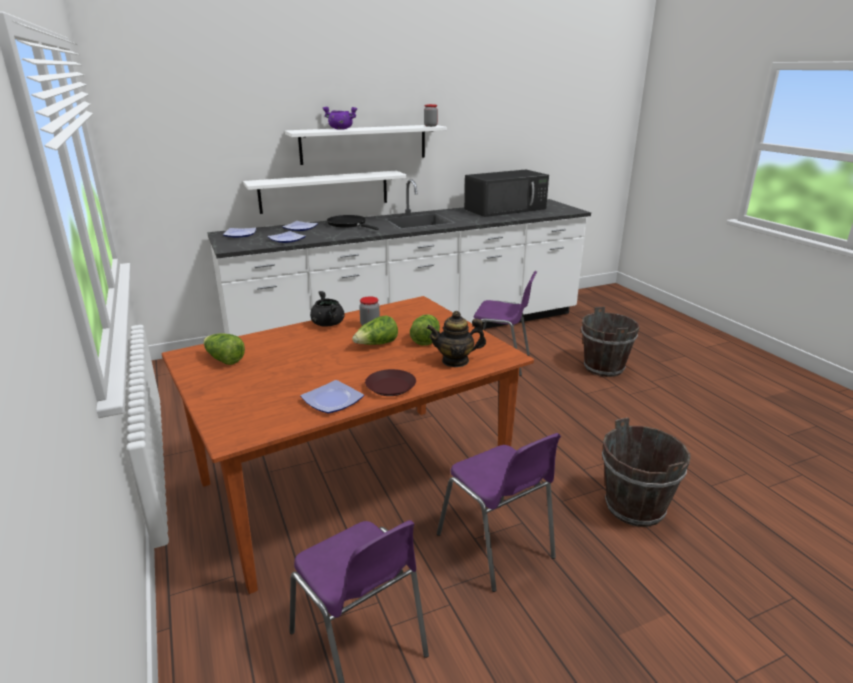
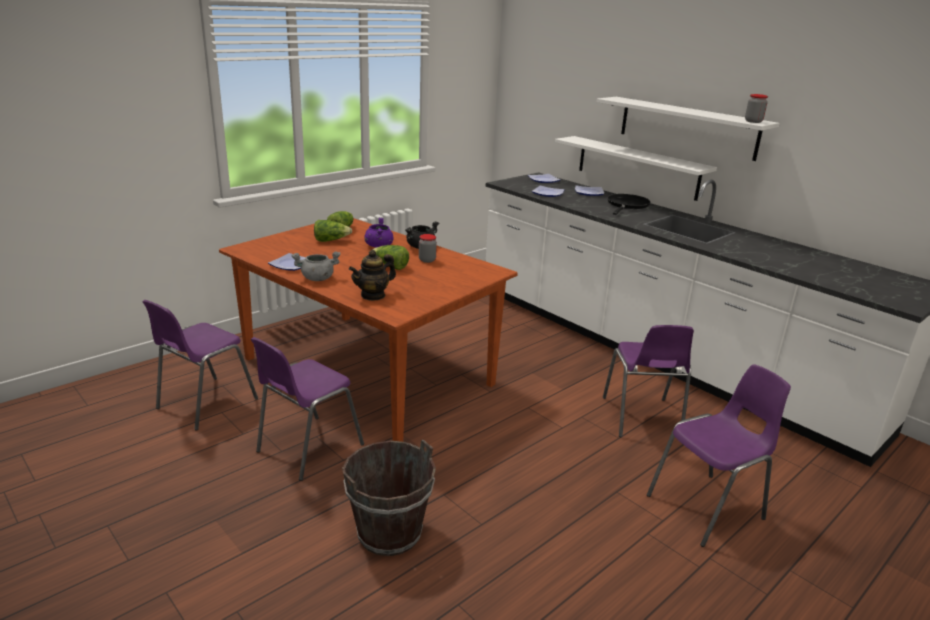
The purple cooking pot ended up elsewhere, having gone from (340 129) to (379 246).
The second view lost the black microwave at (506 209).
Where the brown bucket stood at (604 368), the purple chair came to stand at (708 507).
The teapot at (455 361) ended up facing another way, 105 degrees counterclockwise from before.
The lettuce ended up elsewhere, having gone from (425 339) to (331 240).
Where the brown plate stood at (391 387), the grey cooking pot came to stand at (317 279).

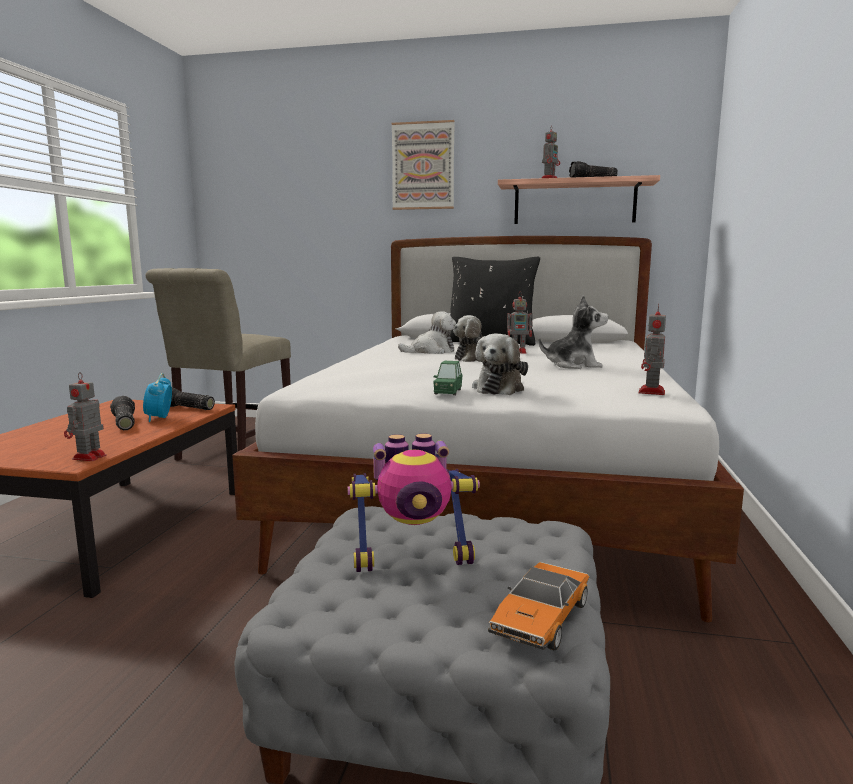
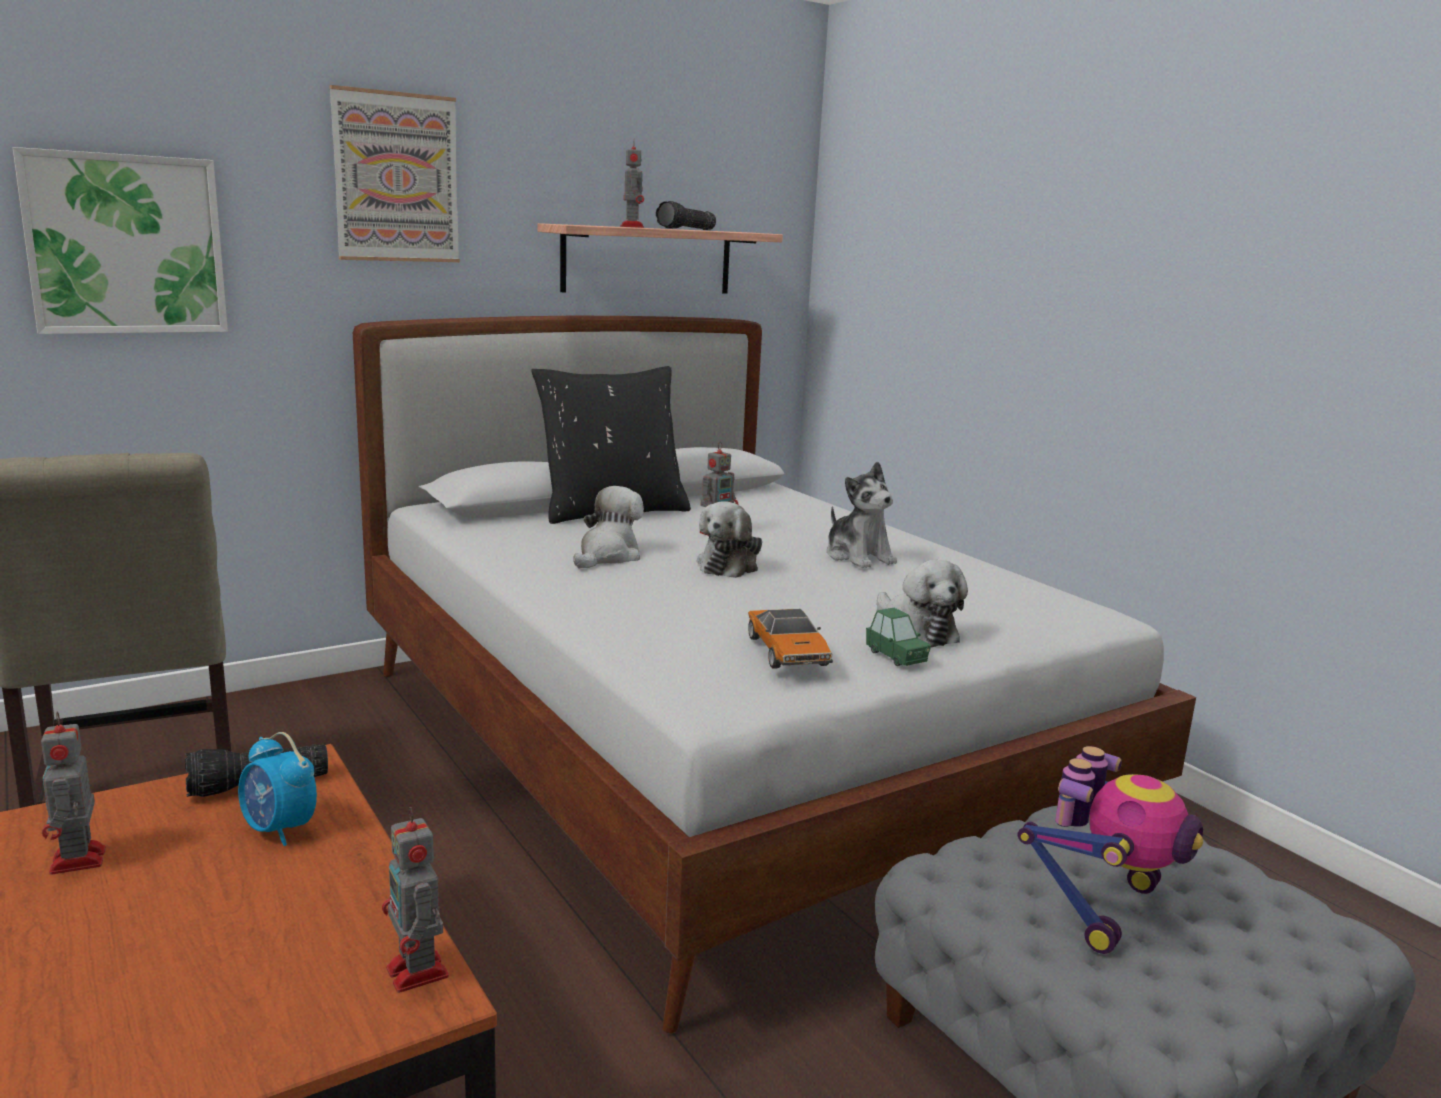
The plush toy at (573 365) ended up facing another way, 105 degrees clockwise from before.
The toy robot ended up elsewhere, having gone from (651 392) to (77 862).
The second view lost the flashlight at (123 423).
The toy car ended up elsewhere, having gone from (540 619) to (787 652).
The second view gained the picture at (126 244).

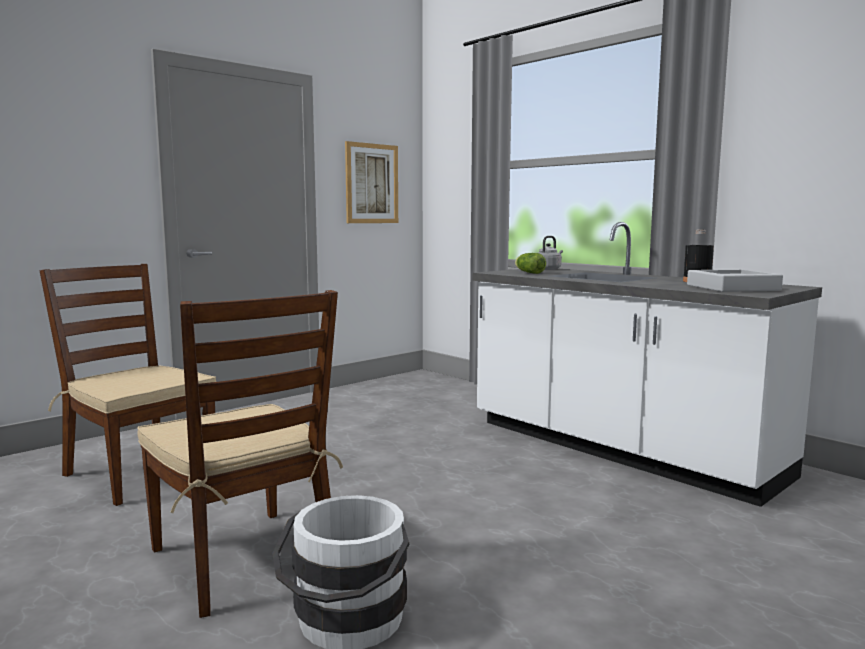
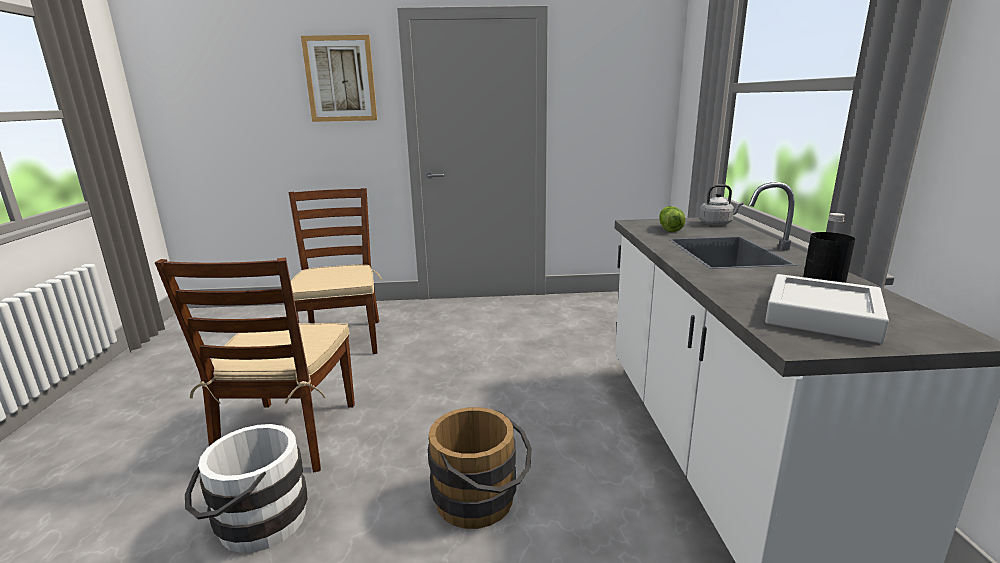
The picture ended up elsewhere, having gone from (371 183) to (340 79).
The second view gained the brown bucket at (482 501).

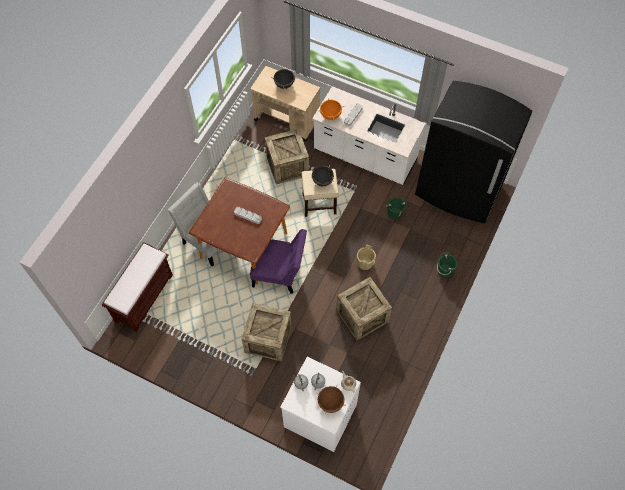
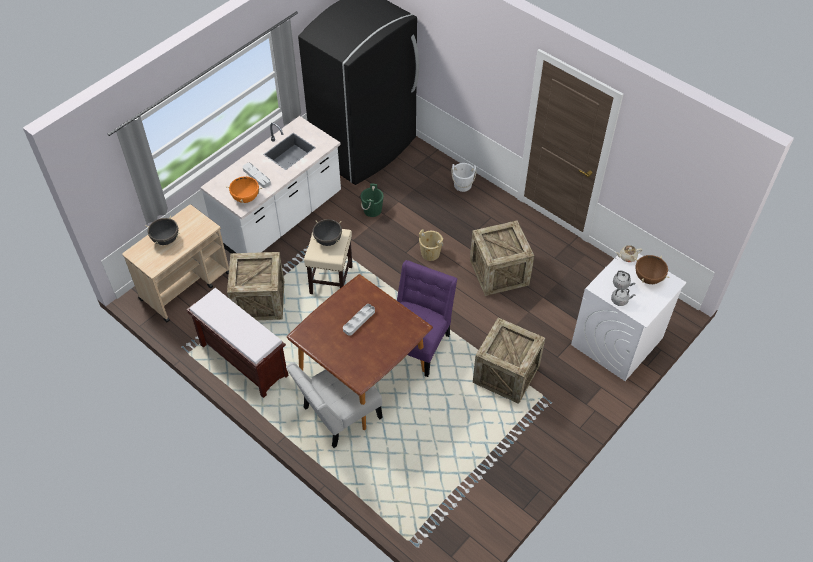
The brown bench ended up elsewhere, having gone from (144 297) to (243 360).
What was the green bucket at (445 270) turned into the white bucket at (462 185).

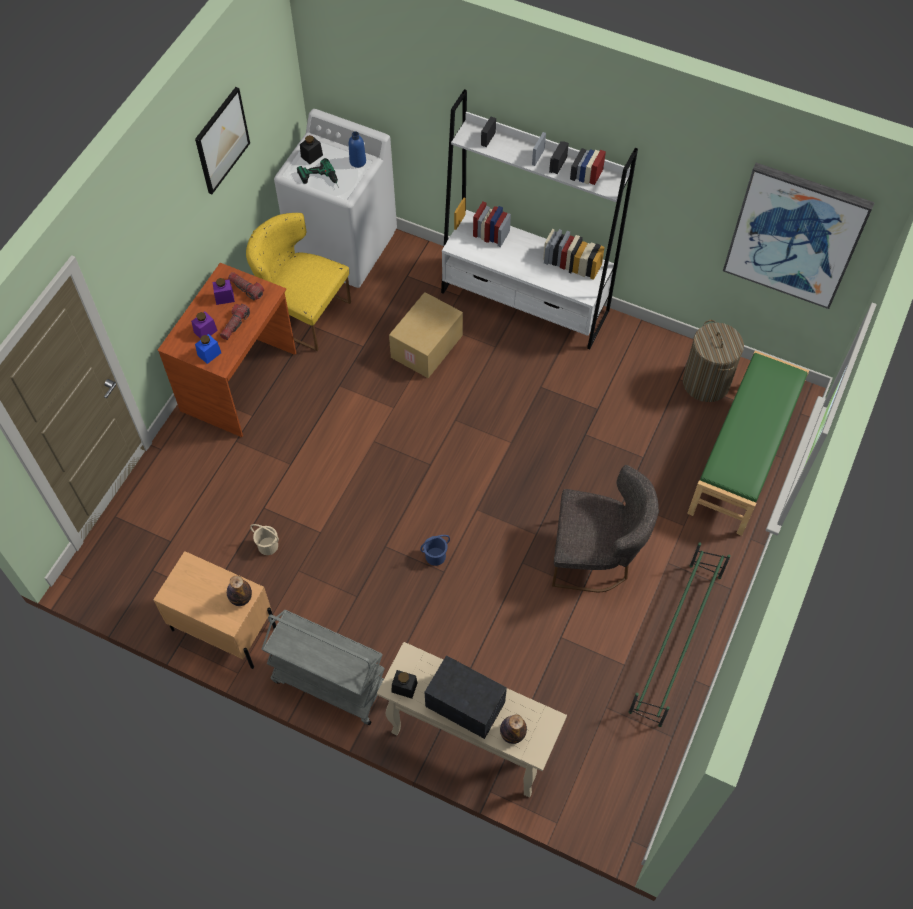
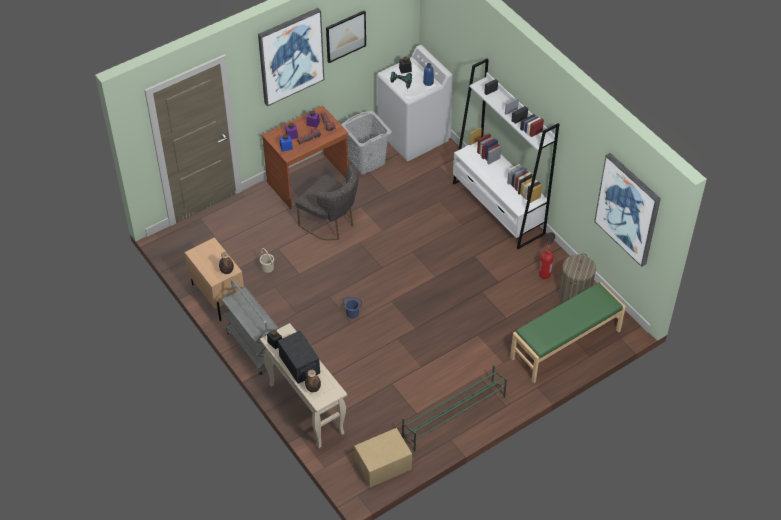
Where the yellow chair stood at (303 313), the grey laundry basket came to stand at (367 161).
The cardboard box ended up elsewhere, having gone from (427 347) to (383 466).
The grey chair ended up elsewhere, having gone from (596 557) to (331 223).
The second view gained the picture at (290 56).
The second view gained the fire extinguisher at (546 266).

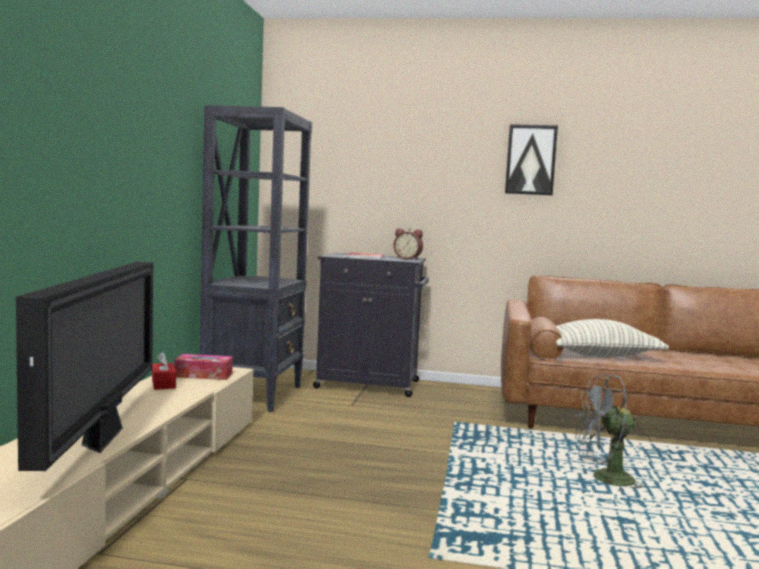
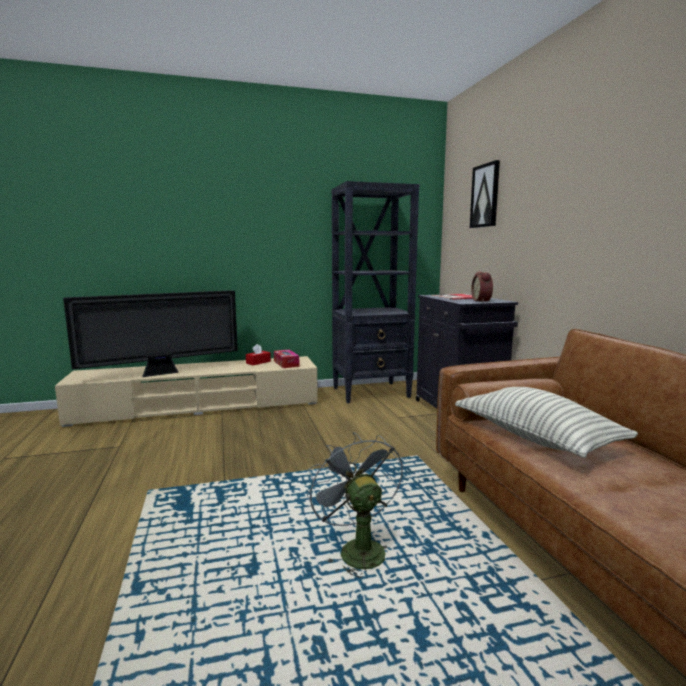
The picture ended up elsewhere, having gone from (530 160) to (485 196).

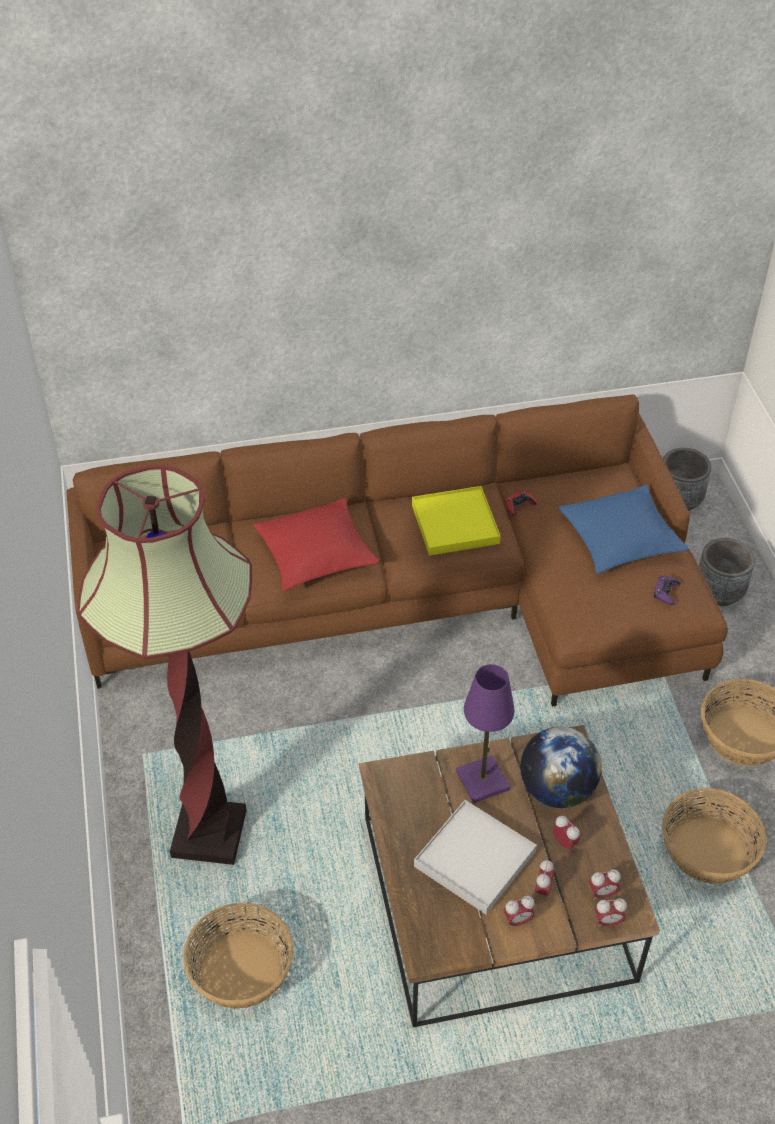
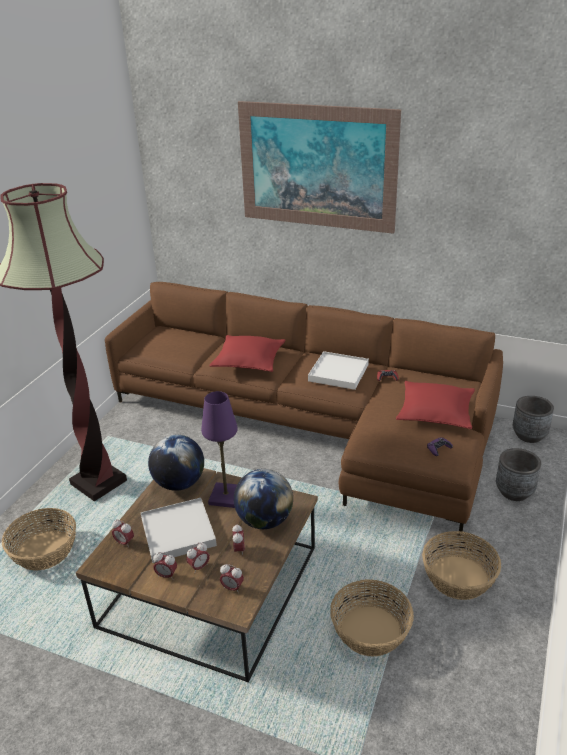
What was the blue pillow at (620 538) turned into the red pillow at (435 413).
What was the yellow tray at (455 524) turned into the white tray at (338 373).
The alarm clock ended up elsewhere, having gone from (608 921) to (124 542).
The second view gained the picture at (317 167).
The second view gained the globe at (179 483).

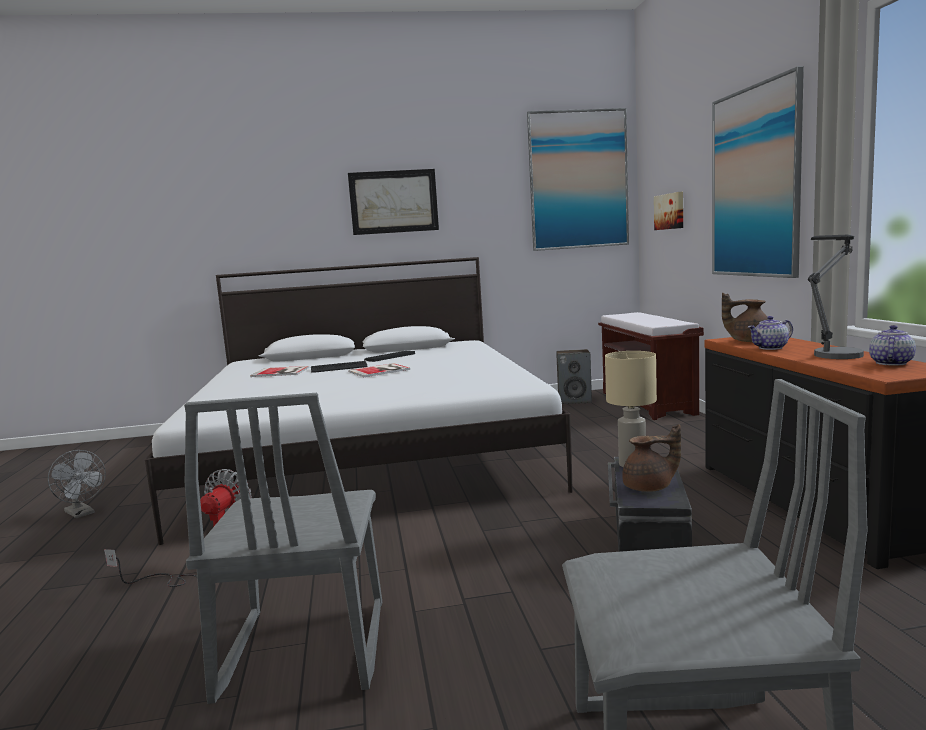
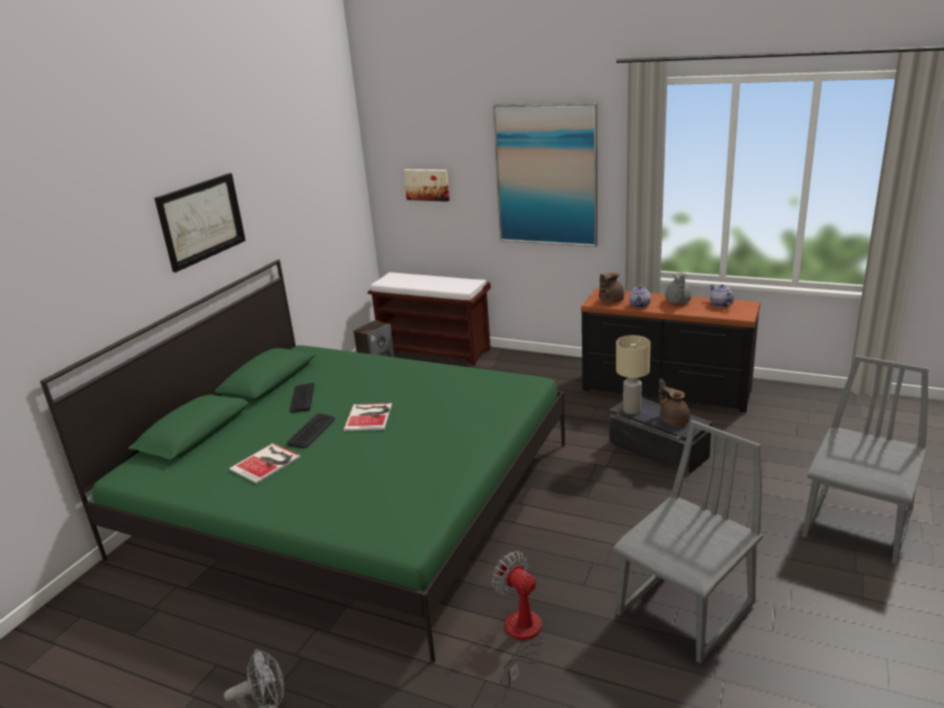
The second view lost the picture at (578 180).
Where the table lamp stood at (832 353), the grey teapot came to stand at (677 302).
What was the white bed at (369 452) turned into the green bed at (352 498).
The grey chair at (303 650) ended up facing another way, 75 degrees counterclockwise from before.
The brown teapot at (649 488) ended up facing another way, 60 degrees counterclockwise from before.

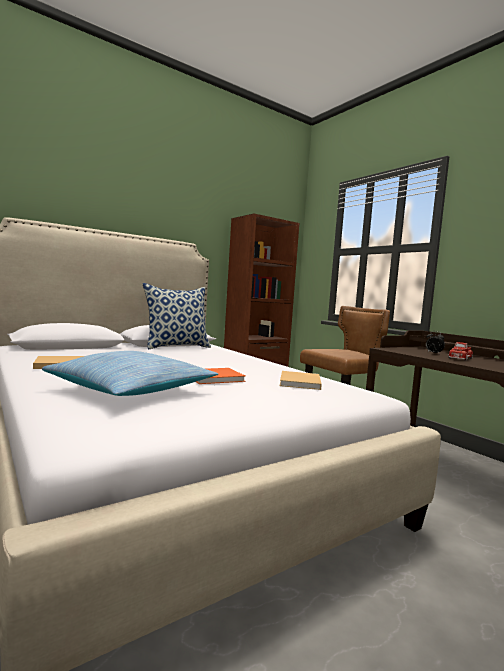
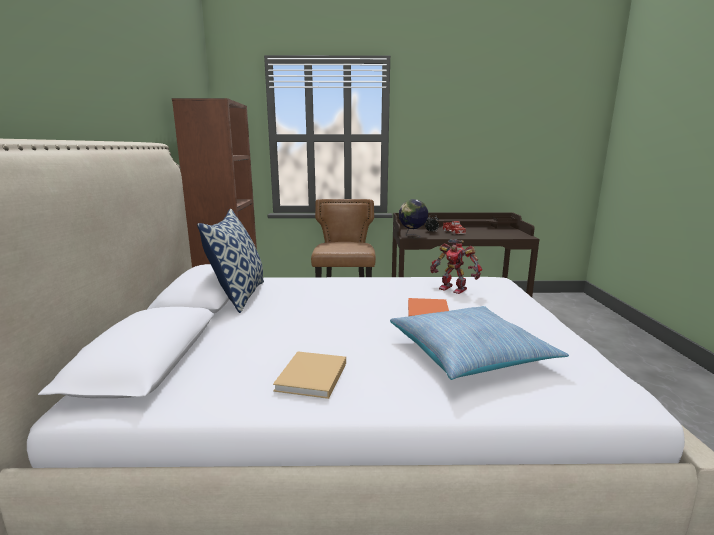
Where the beige book stood at (300 382), the toy robot came to stand at (453 288).
The second view gained the globe at (412 236).

